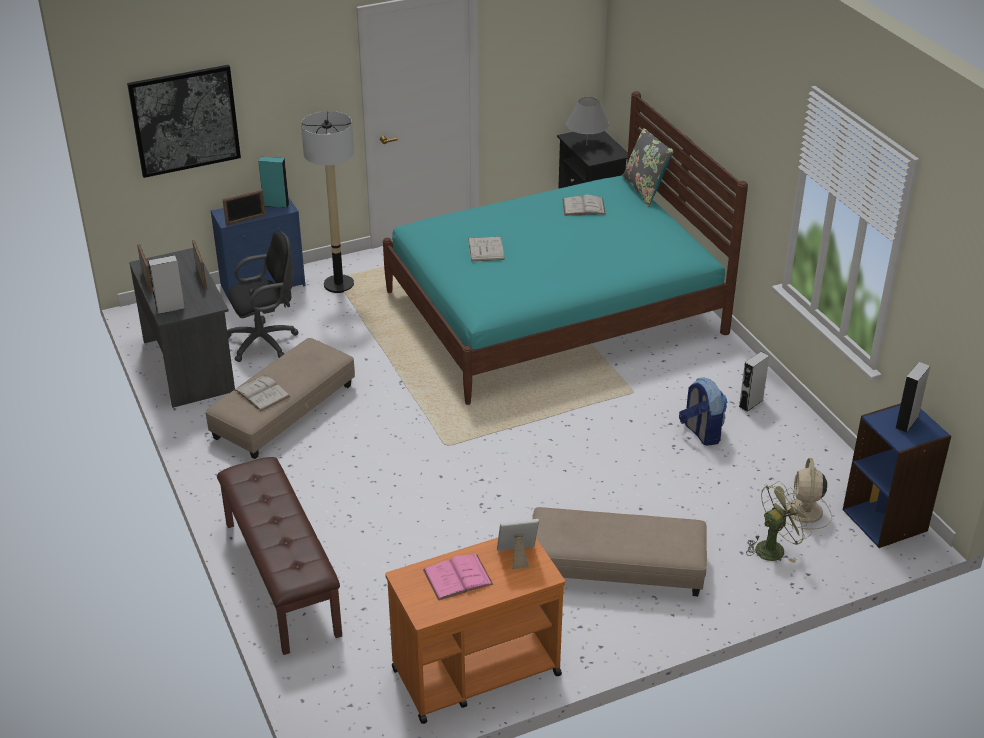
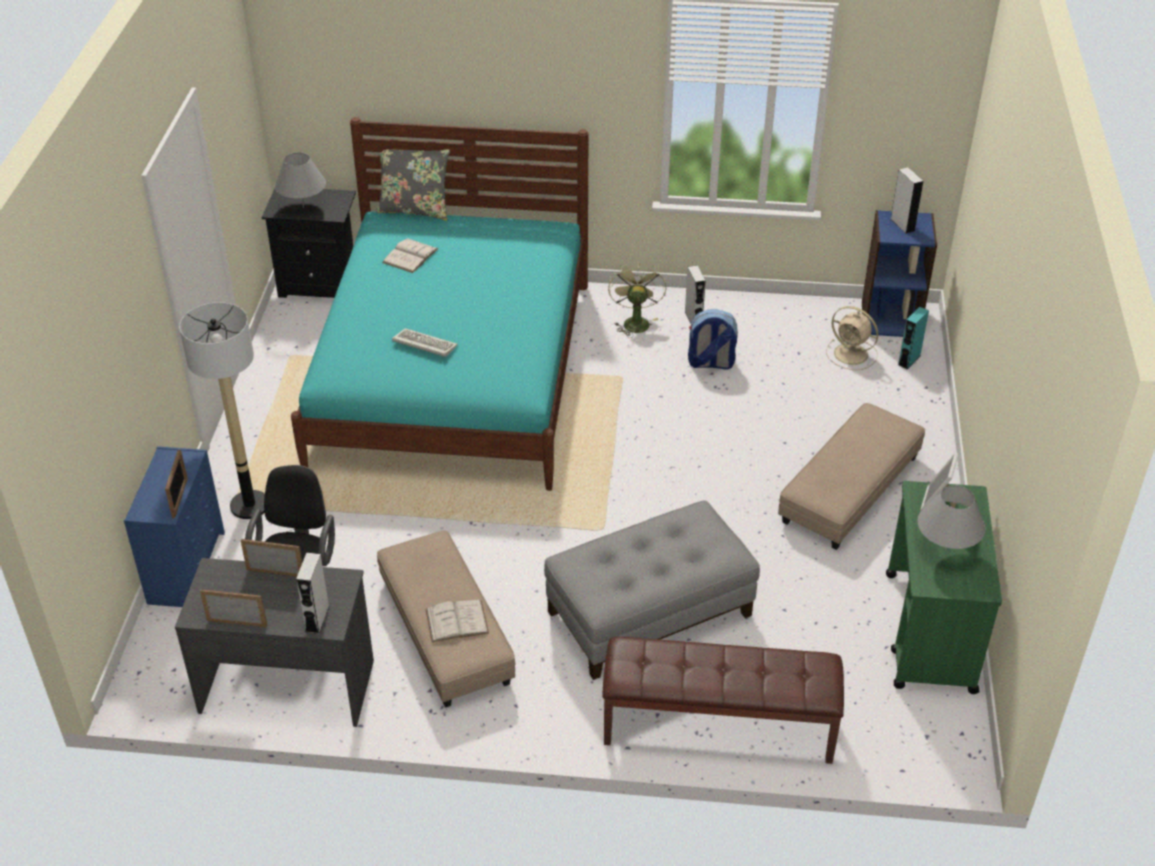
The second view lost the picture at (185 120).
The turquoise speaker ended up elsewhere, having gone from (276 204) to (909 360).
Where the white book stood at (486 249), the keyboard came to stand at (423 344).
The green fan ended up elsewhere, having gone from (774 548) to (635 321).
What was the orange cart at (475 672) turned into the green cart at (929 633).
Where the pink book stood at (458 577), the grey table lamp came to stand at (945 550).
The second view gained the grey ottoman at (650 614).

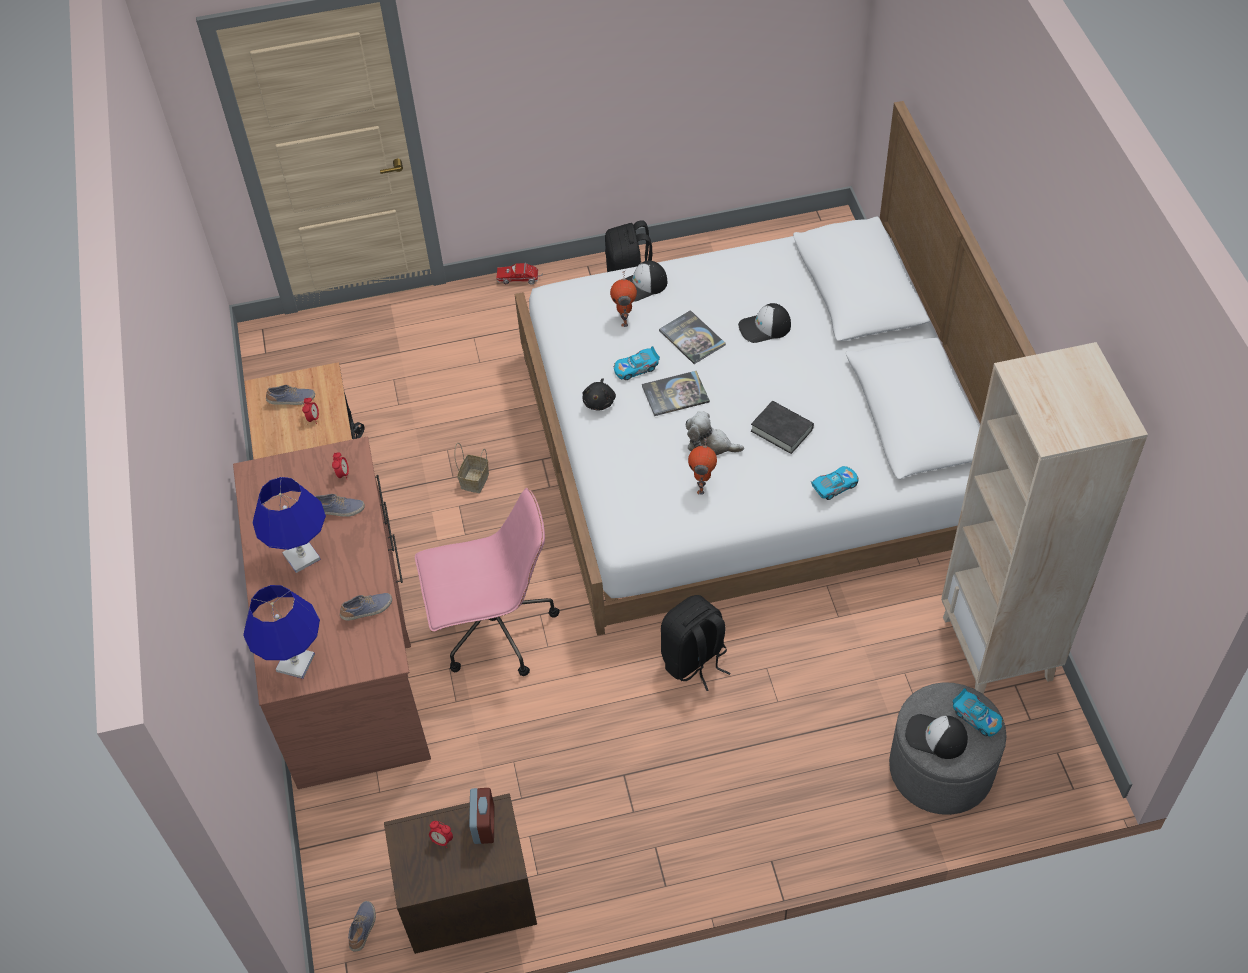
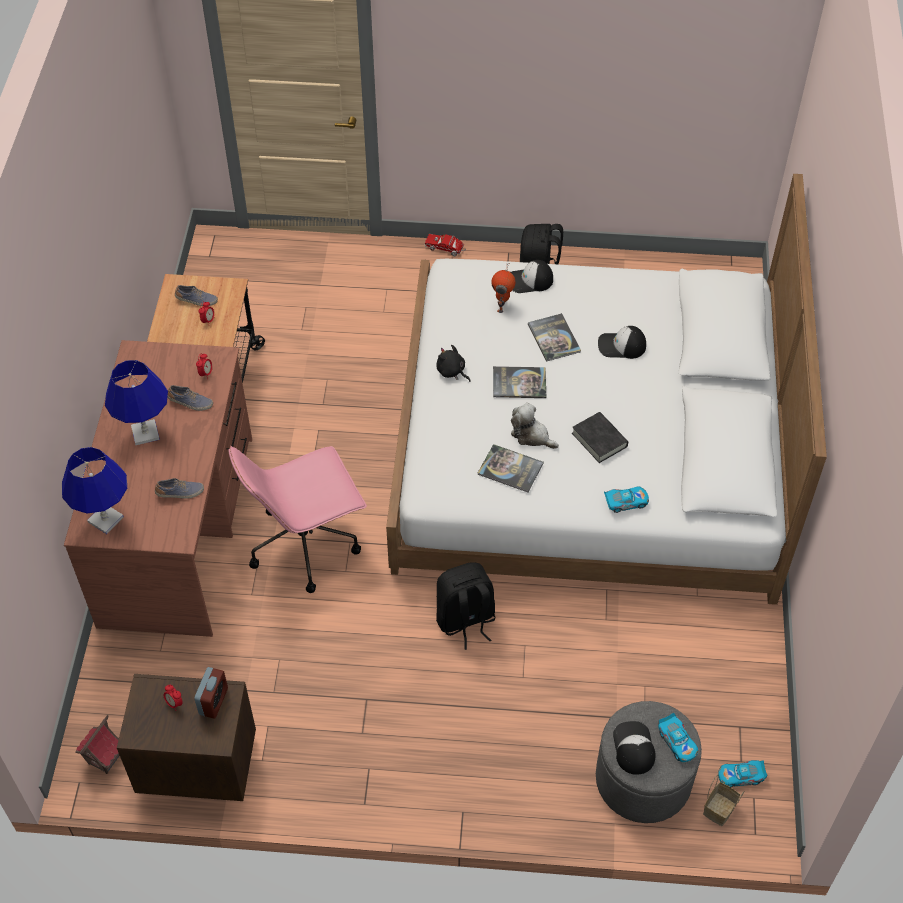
The second view lost the beige bookcase at (998 649).
The toy car ended up elsewhere, having gone from (636 368) to (740 776).
The black plush toy at (599 401) ended up facing another way, 105 degrees clockwise from before.
Where the toy robot stood at (702 486), the book came to stand at (510 469).
The basket ended up elsewhere, having gone from (475 481) to (719 810).
The pink office chair at (493 630) ended up facing another way, 150 degrees clockwise from before.
The cap at (935 737) ended up facing another way, 45 degrees clockwise from before.
Where the shoe stood at (363 928), the toy house came to stand at (104 759).

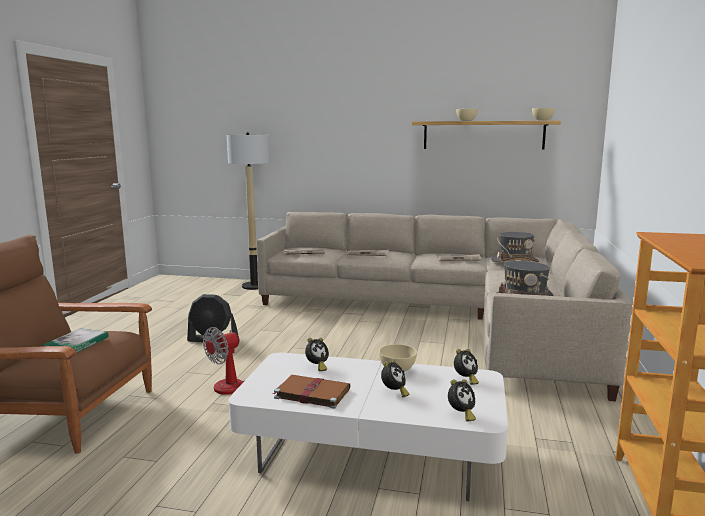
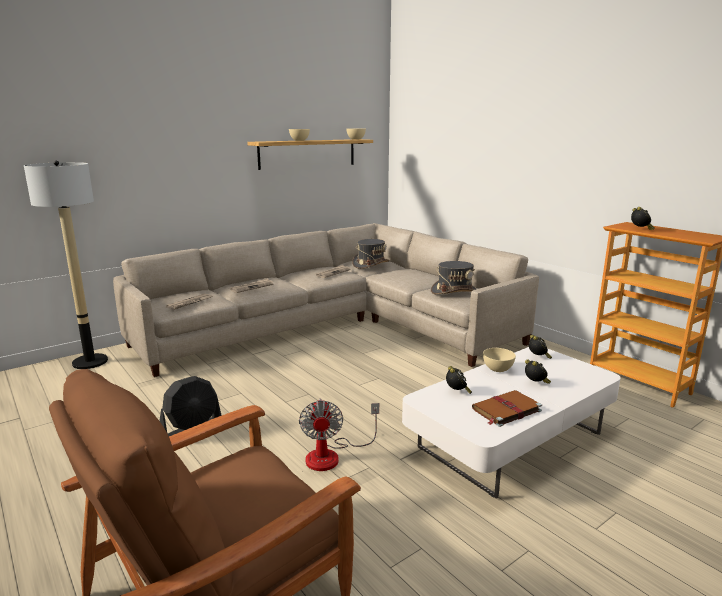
The second view lost the book at (76 344).
The alarm clock ended up elsewhere, having gone from (461 415) to (640 230).

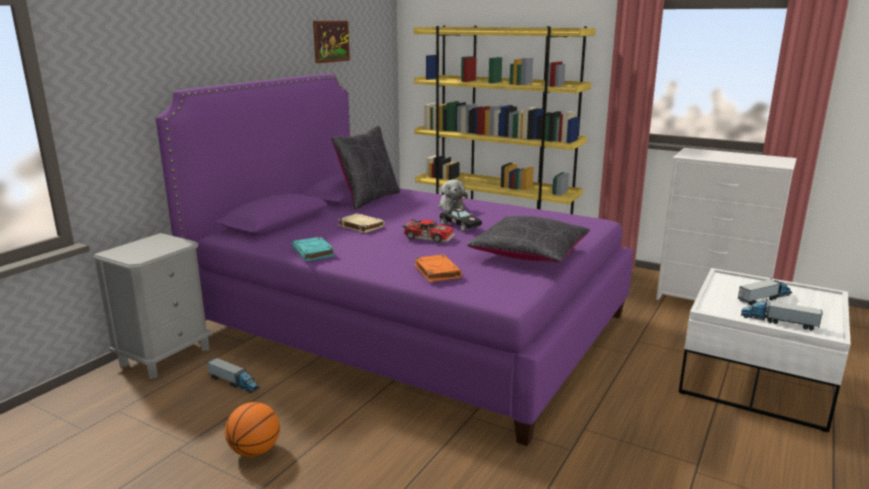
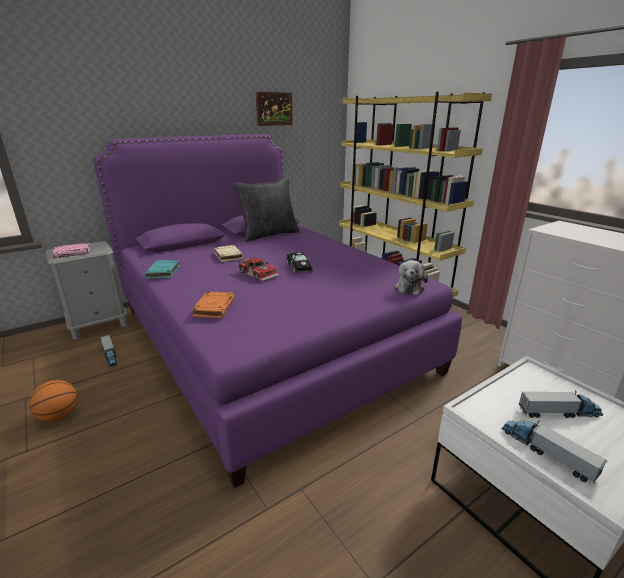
The plush toy ended up elsewhere, having gone from (451 206) to (409 287).
The second view lost the black pillow at (529 254).
The second view gained the pink book at (73 252).

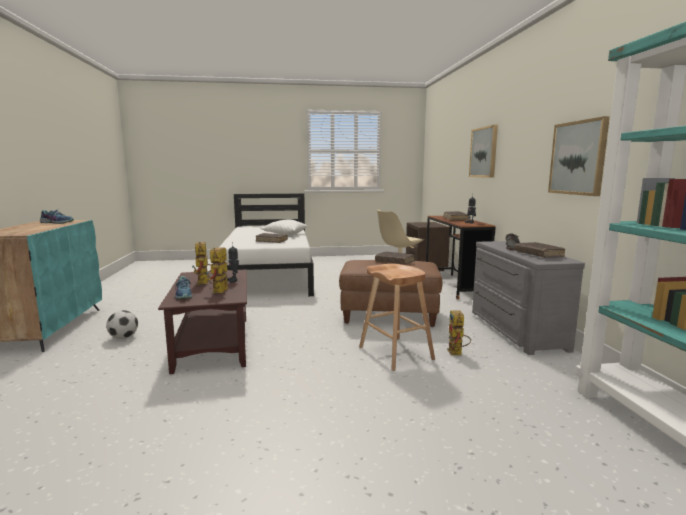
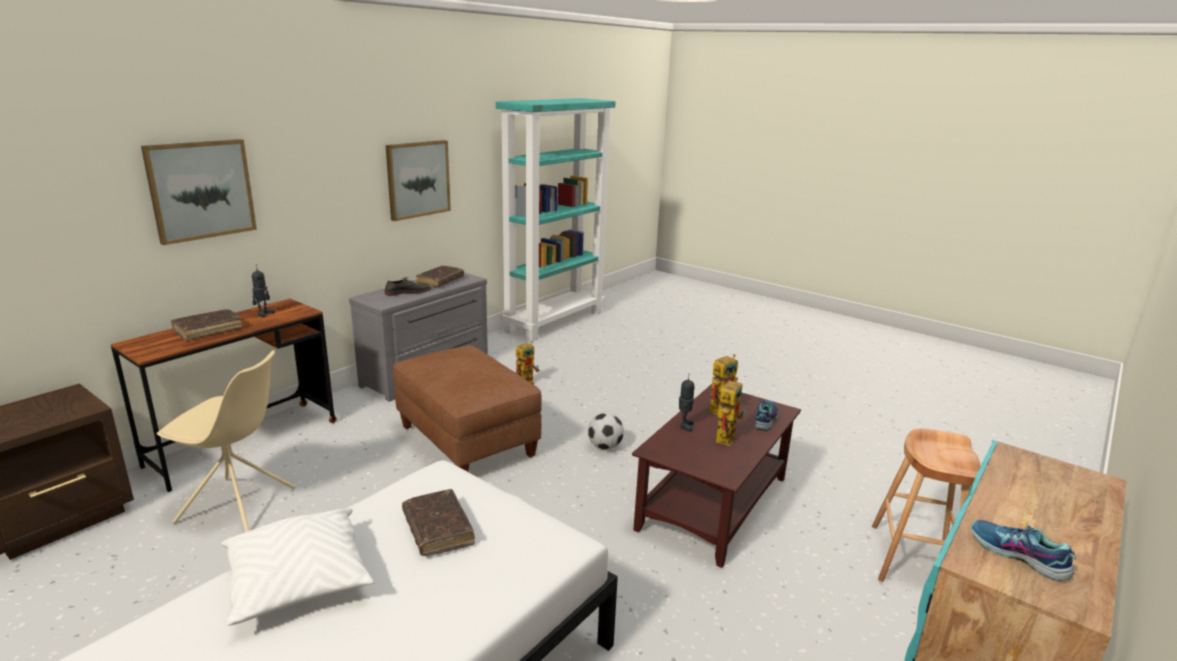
The second view lost the brown book at (394 262).
The brown stool ended up elsewhere, having gone from (395 353) to (914 560).
The football ended up elsewhere, having gone from (123 337) to (605 446).

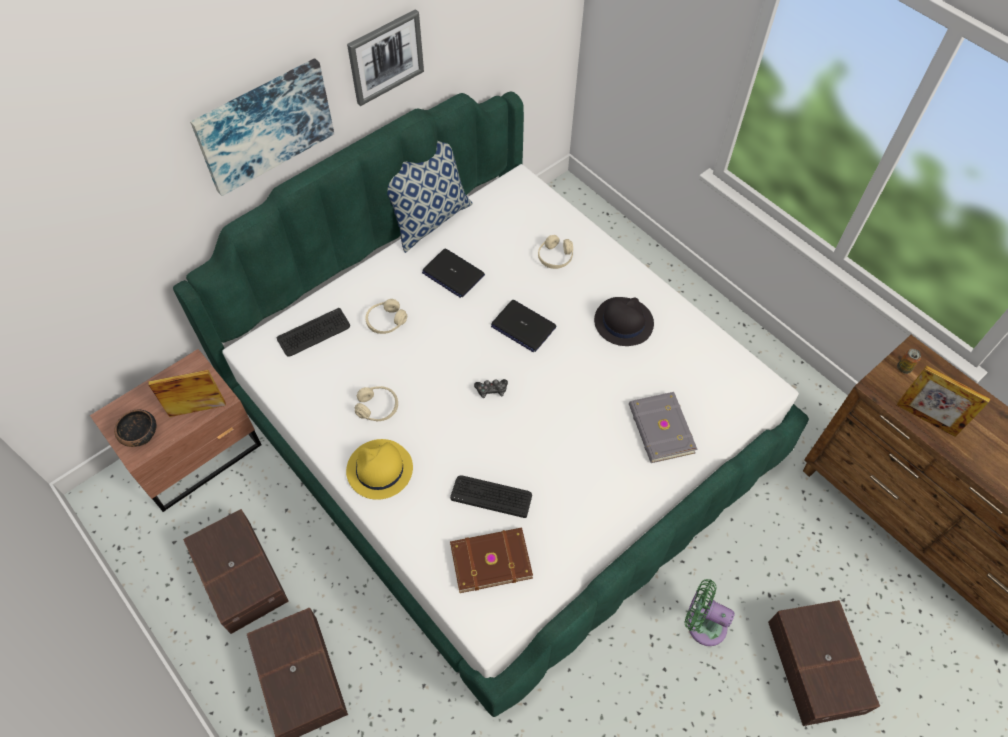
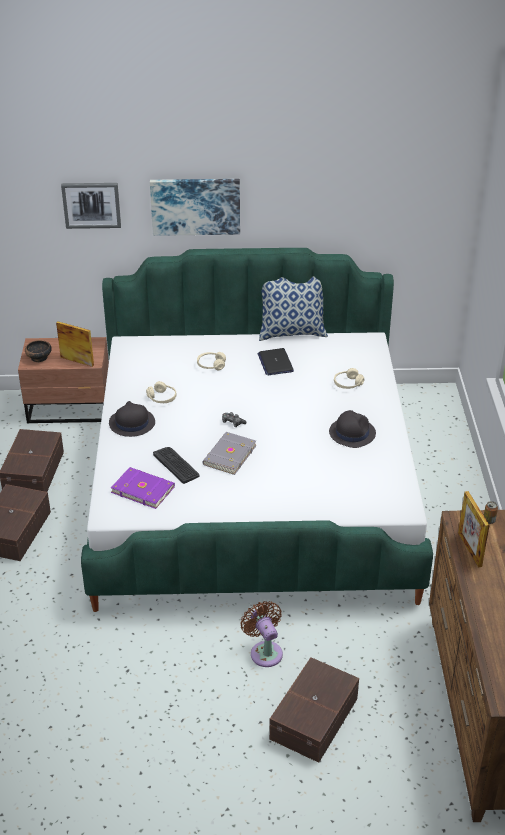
The picture ended up elsewhere, having gone from (385 57) to (91 205).
The second view lost the laptop at (523 326).
The second view lost the keyboard at (314 333).
The grey book ended up elsewhere, having gone from (660 429) to (228 455).
What was the yellow hat at (379 470) turned into the black hat at (131 423).
What was the brown book at (490 559) turned into the purple book at (143 489).
What was the green fan at (702 624) turned into the brown fan at (265 651).

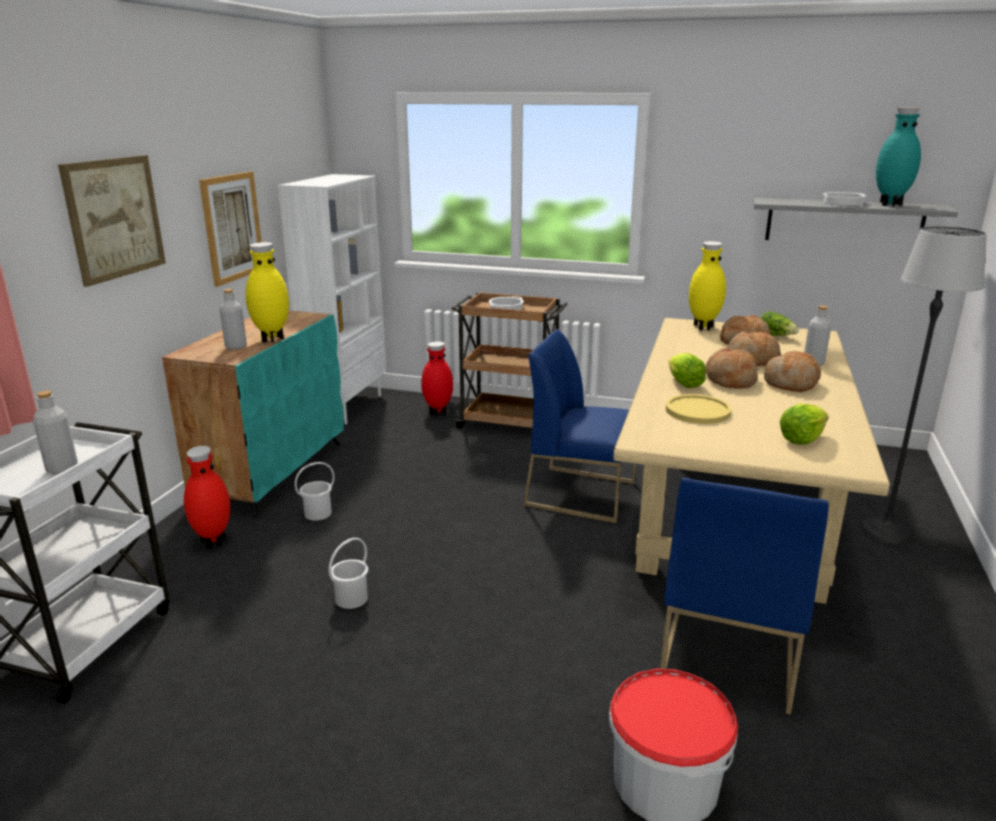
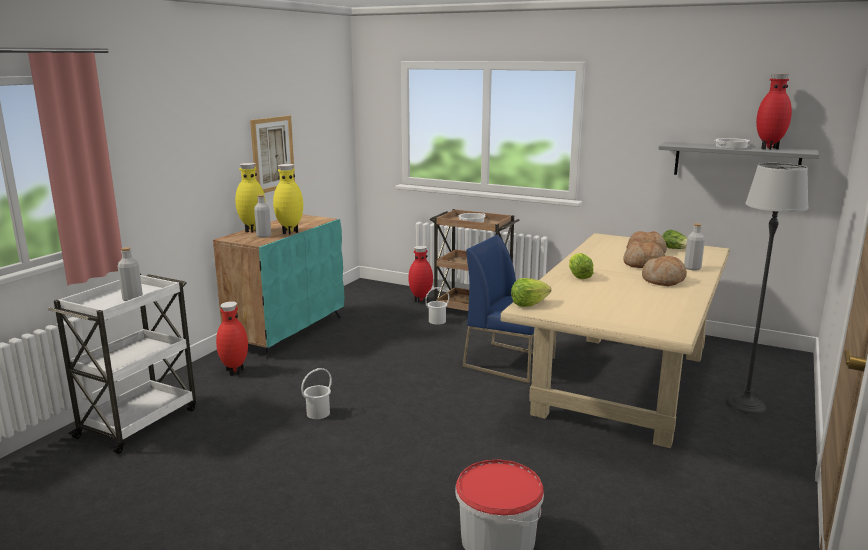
What was the turquoise vase at (889 204) turned into the red vase at (768 148).
The second view lost the picture at (115 218).
The second view lost the white bookcase at (346 406).
The yellow vase ended up elsewhere, having gone from (702 327) to (252 230).
The second view lost the bread at (730 380).
The second view lost the yellow plate at (697 411).
The lettuce ended up elsewhere, having gone from (802 439) to (529 304).
The white bucket ended up elsewhere, having gone from (318 513) to (437 321).
The second view lost the blue chair at (727 653).

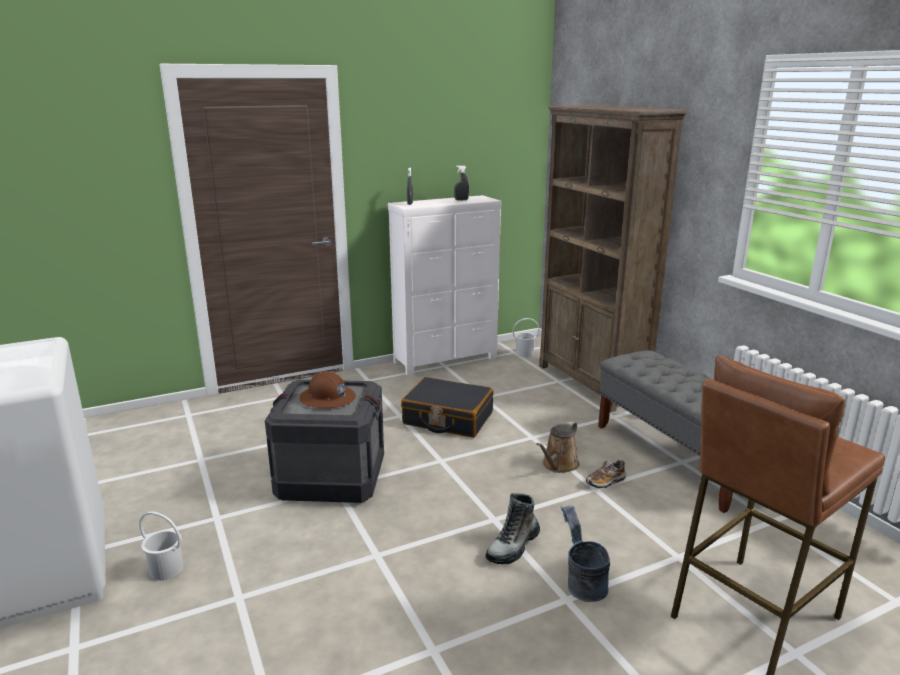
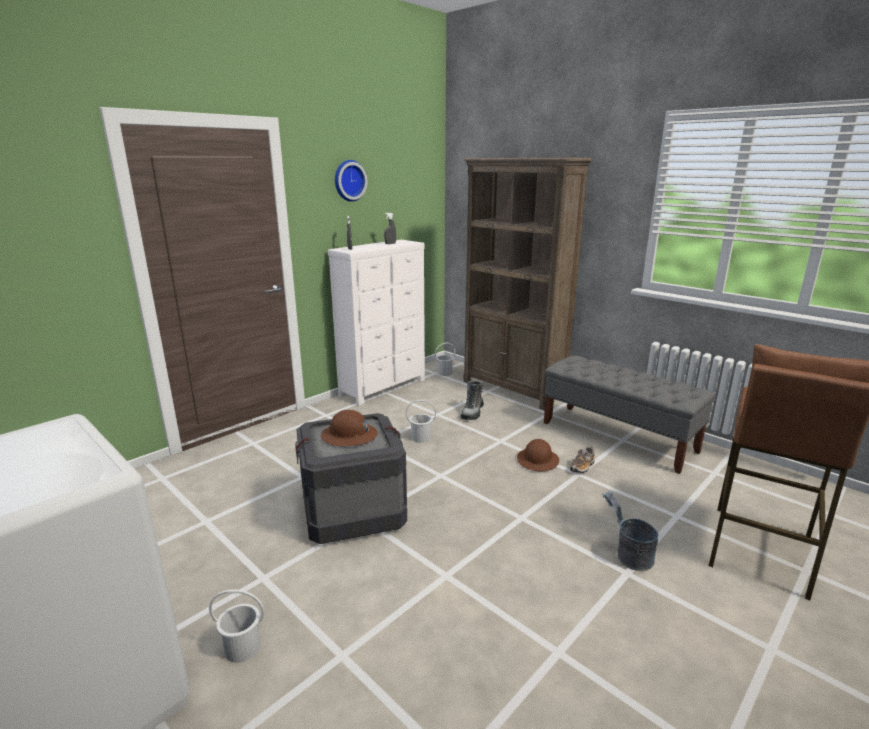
Where the black suitcase stood at (447 419), the white bucket came to stand at (420 437).
Where the brown watering can stood at (558 465), the brown hard hat came to stand at (538 460).
The boot ended up elsewhere, having gone from (513 547) to (472 412).
The second view gained the wall clock at (348 180).

